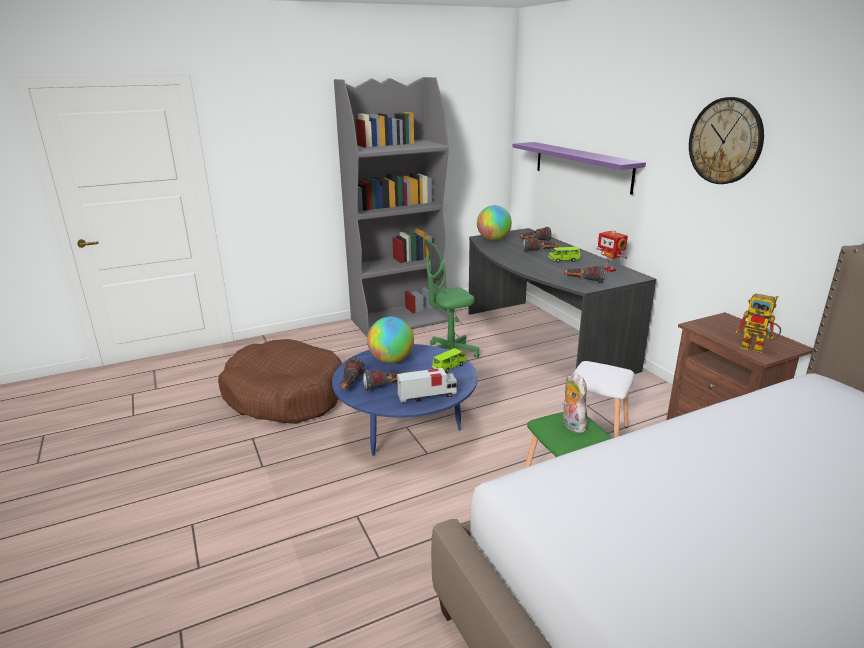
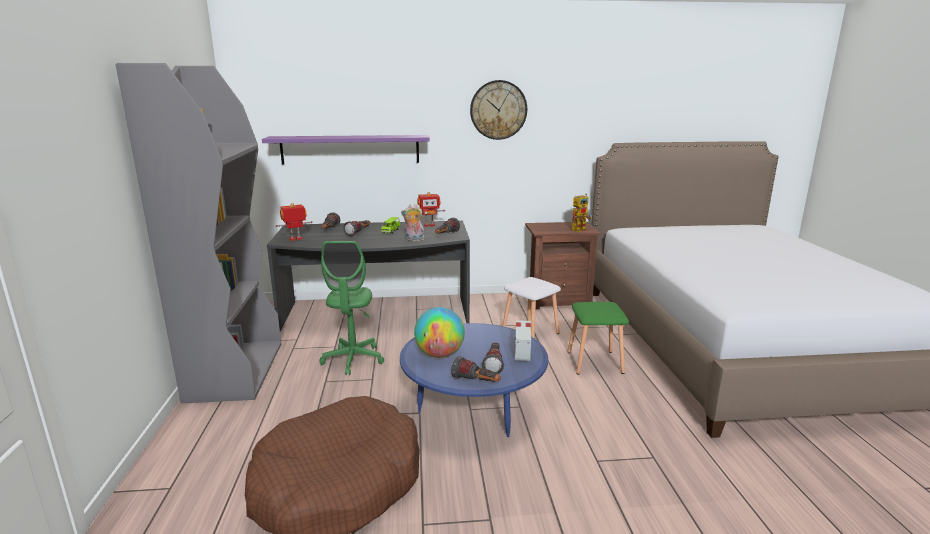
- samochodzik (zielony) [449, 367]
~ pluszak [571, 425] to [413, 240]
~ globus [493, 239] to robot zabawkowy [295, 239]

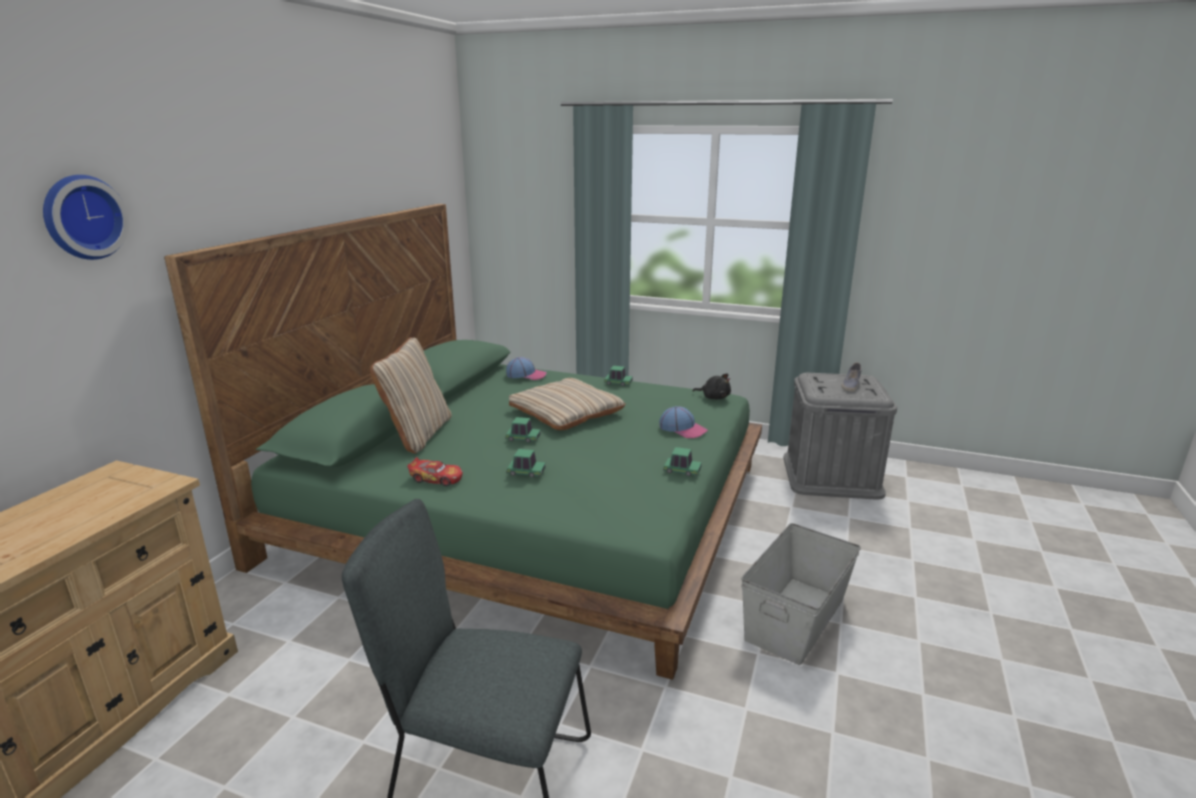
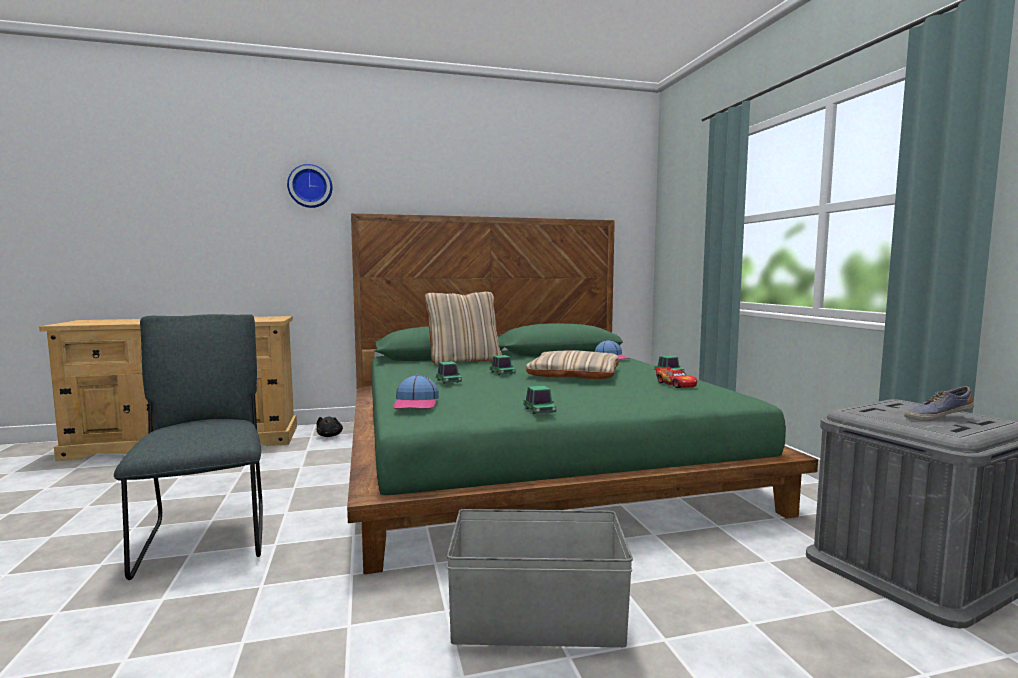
~ samochodzik [436, 478] to [676, 384]
~ czapka z daszkiem [683, 429] to [416, 403]
~ pluszak (czarny) [714, 397] to [330, 436]

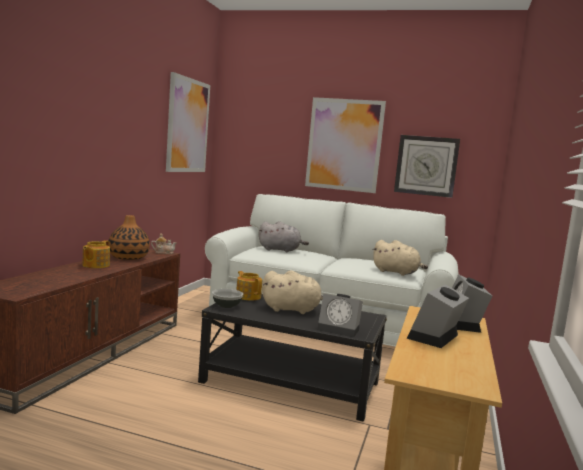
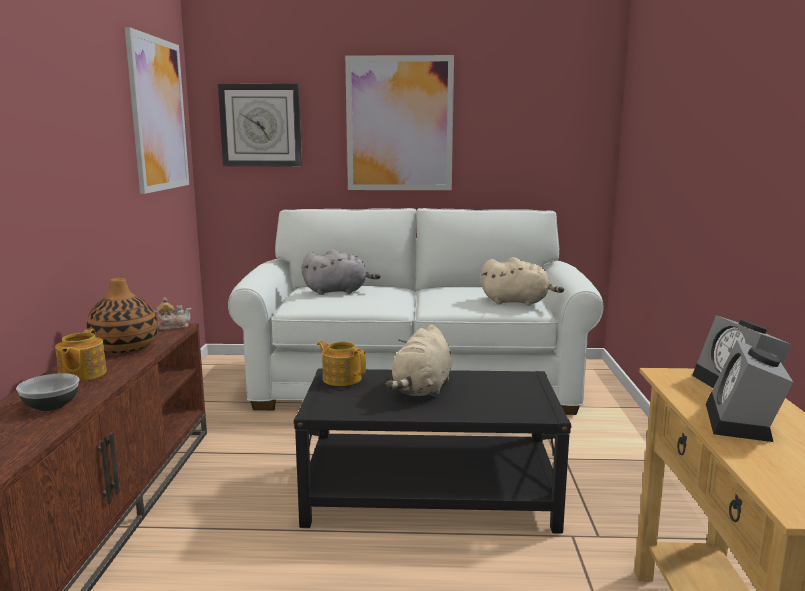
- budzik [340, 329]
~ miska [226, 305] to [51, 405]
~ zegar ścienny [426, 166] to [261, 125]
~ pluszak (beżowy) [293, 310] = [422, 389] 120 degrees clockwise

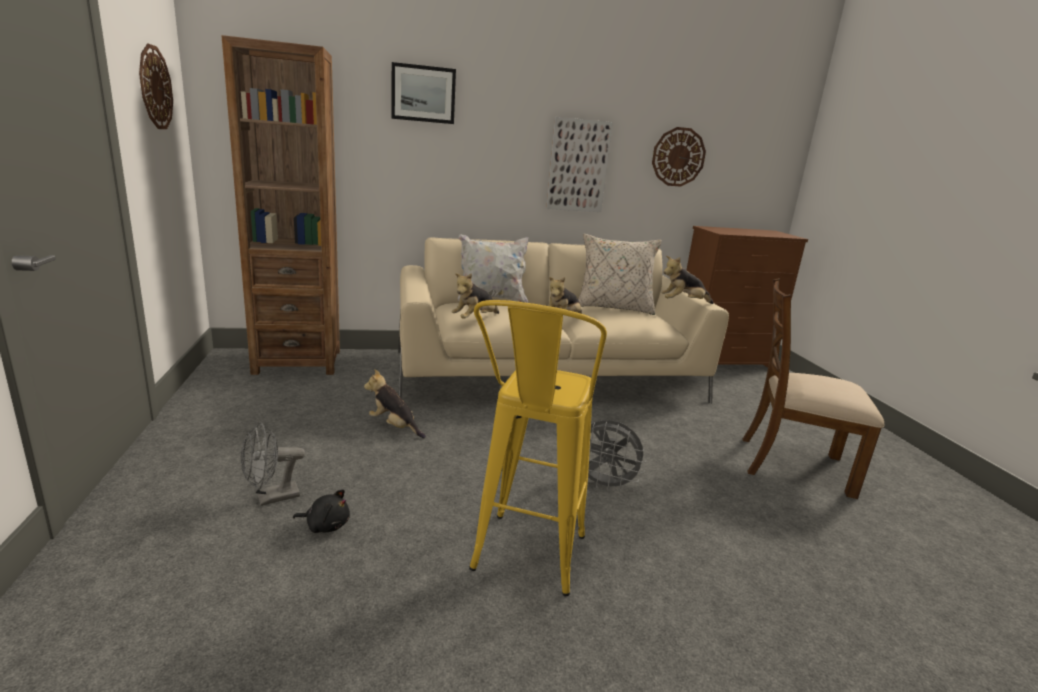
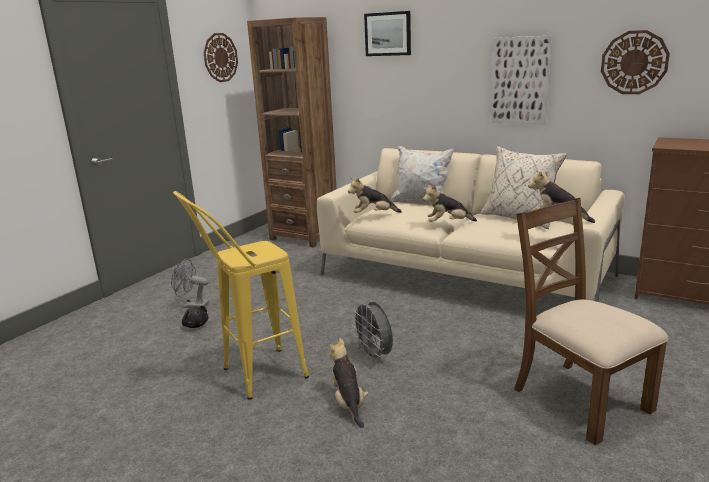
~ pluszak [394, 426] to [348, 403]

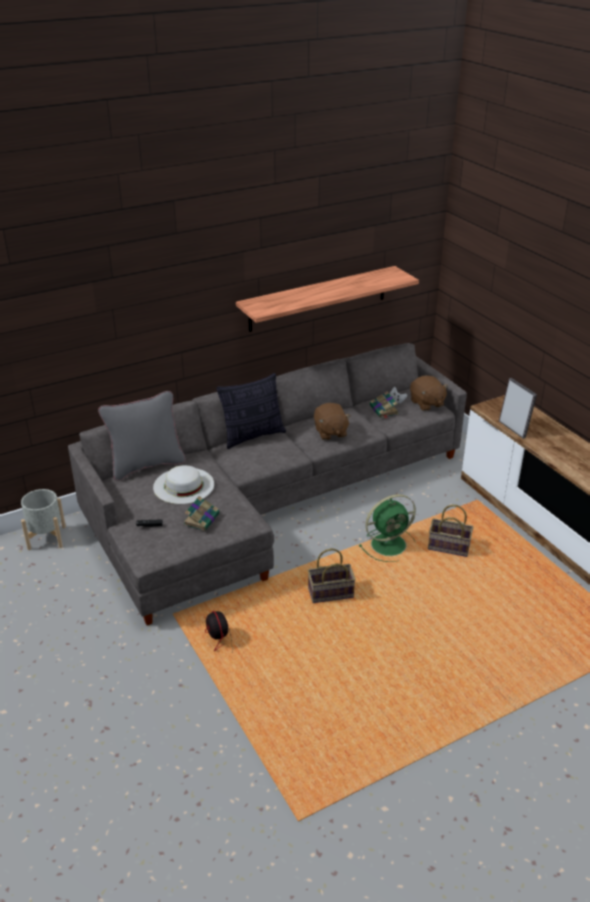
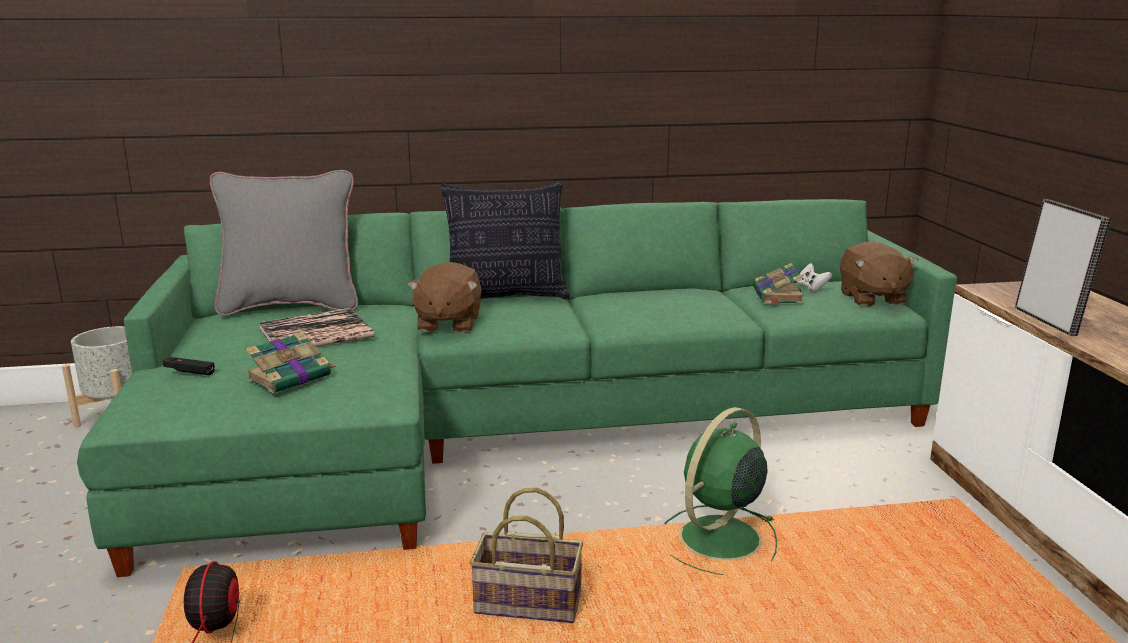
- półka [318, 298]
- koszyk [447, 547]
~ pluszak (brązowy) [330, 432] to [448, 324]
~ kapelusz (biały) [183, 485] to książka [316, 333]
~ kanapa (szary) [264, 500] to kanapa (zielony) [514, 429]
~ wentylator (zielony) [390, 544] = [718, 540] 135 degrees clockwise

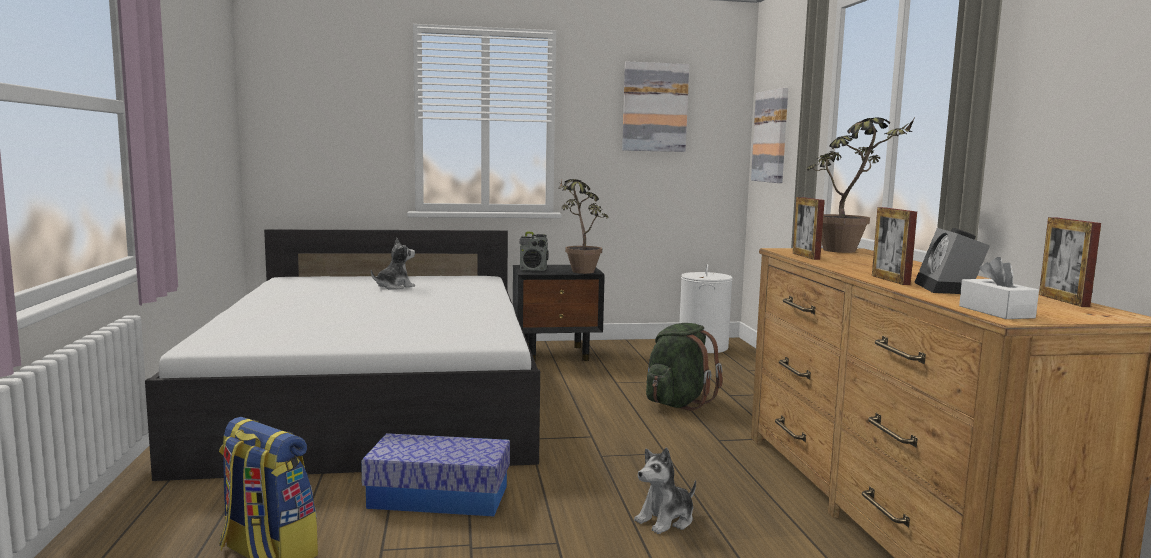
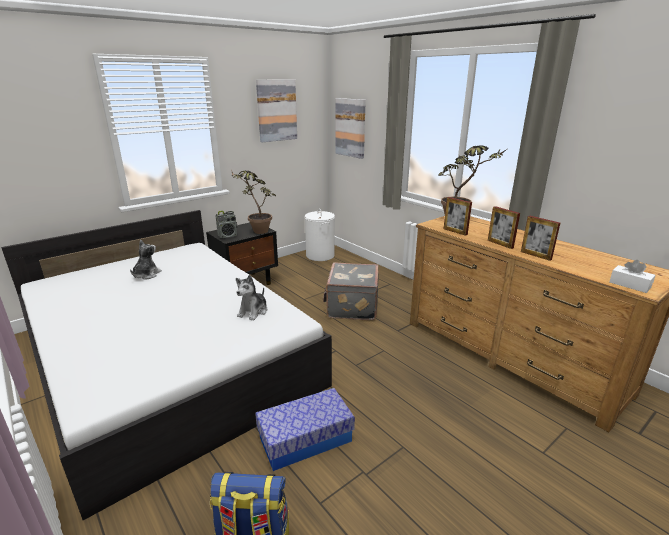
- budzik [949, 289]
~ pluszak [666, 520] to [253, 311]
~ ramka na zdjęcie [1063, 300] to [500, 244]
~ plecak (zielony) [678, 403] to walizka (szary) [351, 307]

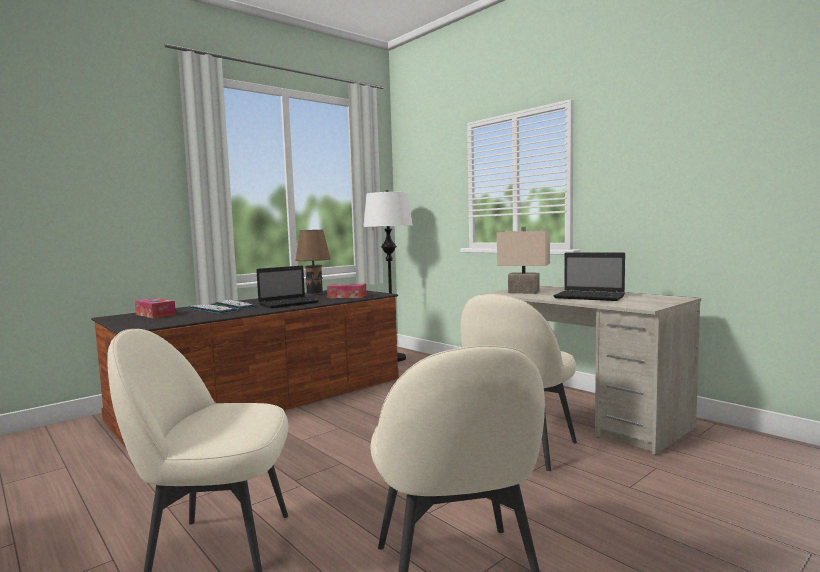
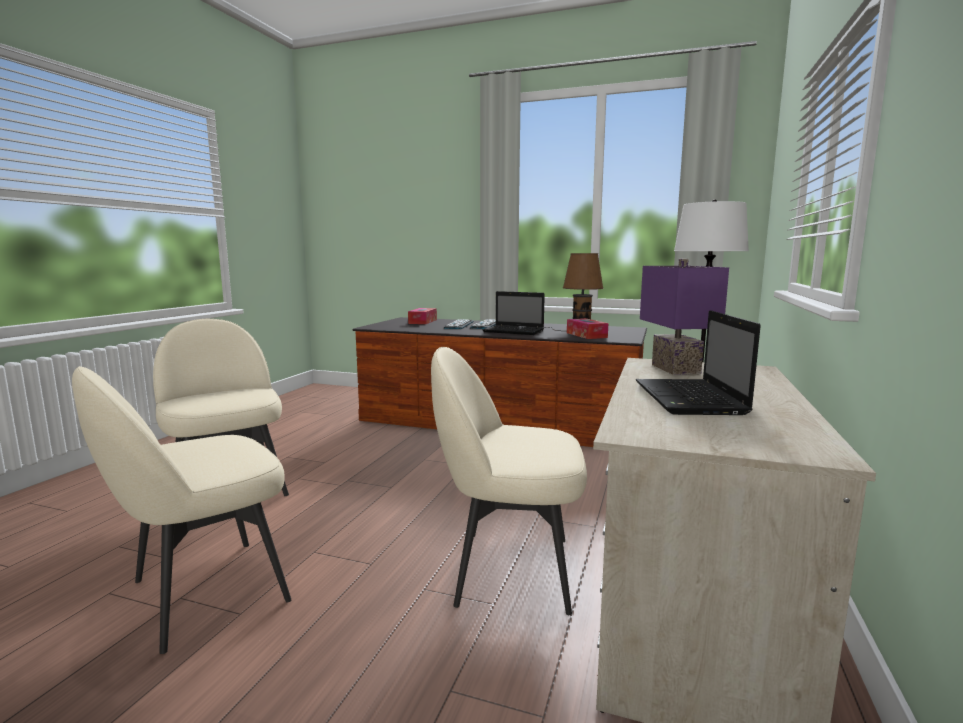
~ lampa stołowa (beżowy) [523, 292] to lampa stołowa (fioletowy) [672, 369]

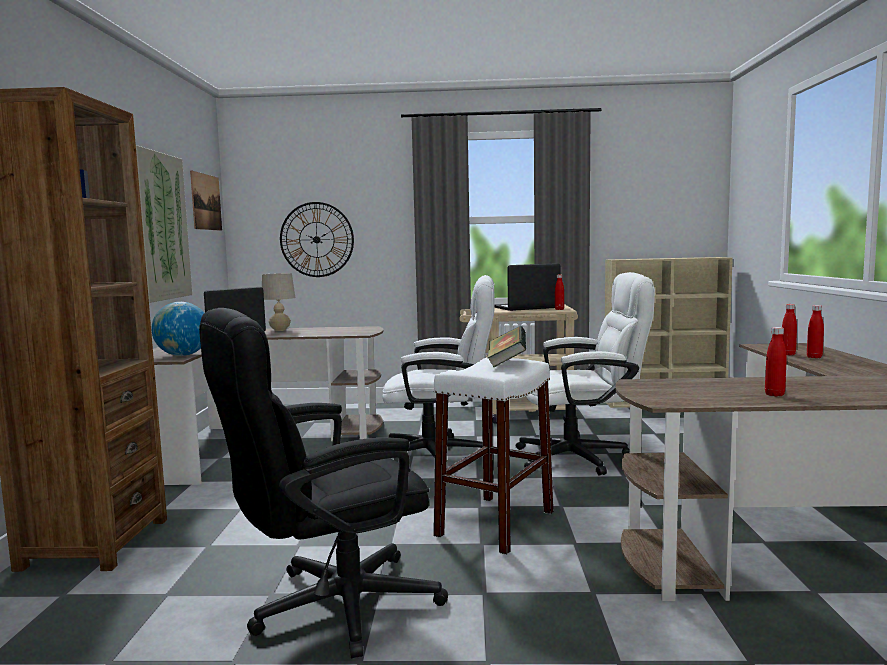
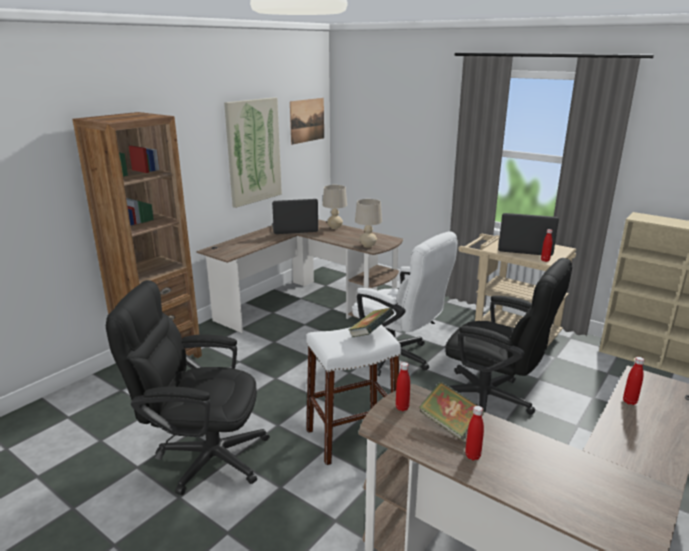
- globus [183, 355]
- zegar ścienny [316, 239]
+ lampa stołowa (beżowy) [368, 245]
+ książka [449, 424]
~ butelka (czerwony) [814, 357] to [402, 407]
~ krzesło biurowe (biały) [583, 457] to krzesło biurowe (czarny) [493, 401]

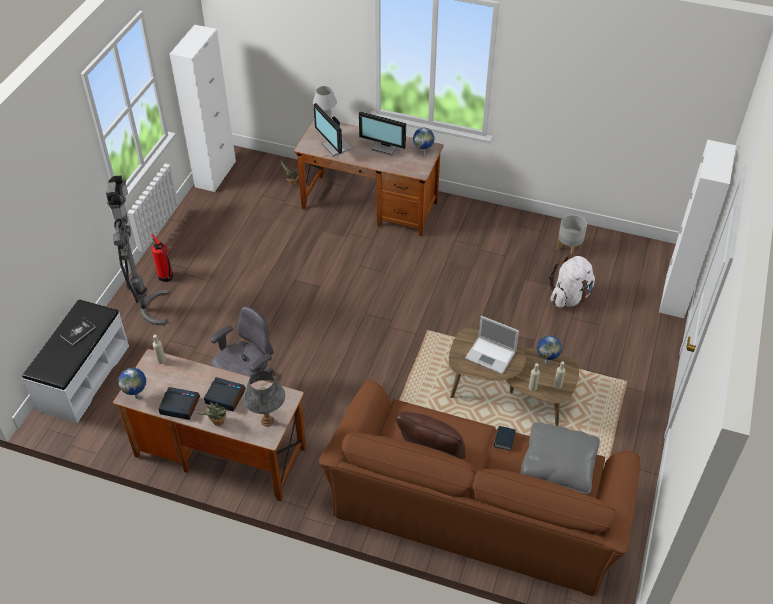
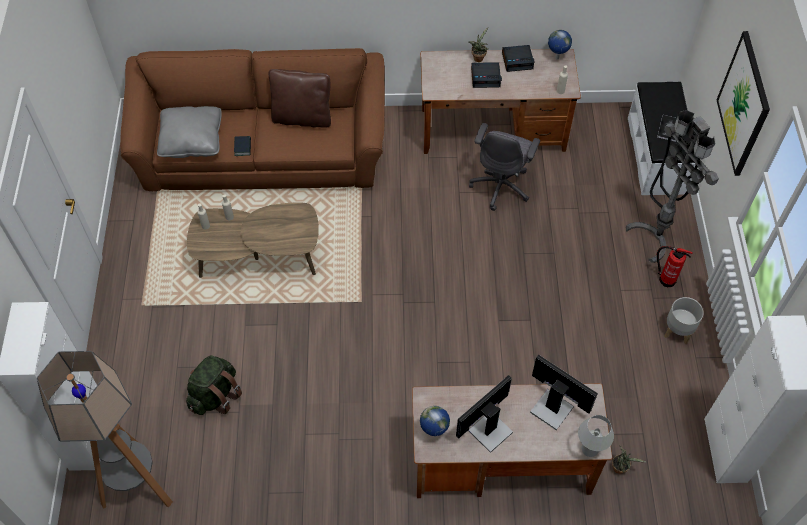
- lampa stołowa (szary) [267, 420]
- laptop [491, 355]
- globus [546, 362]
+ lampa stojąca [138, 486]
+ obraz [743, 104]
~ donica (szary) [569, 249] to [677, 331]
~ plecak (biały) [570, 297] to plecak (zielony) [215, 395]
~ monitor [386, 147] = [488, 430] 45 degrees counterclockwise

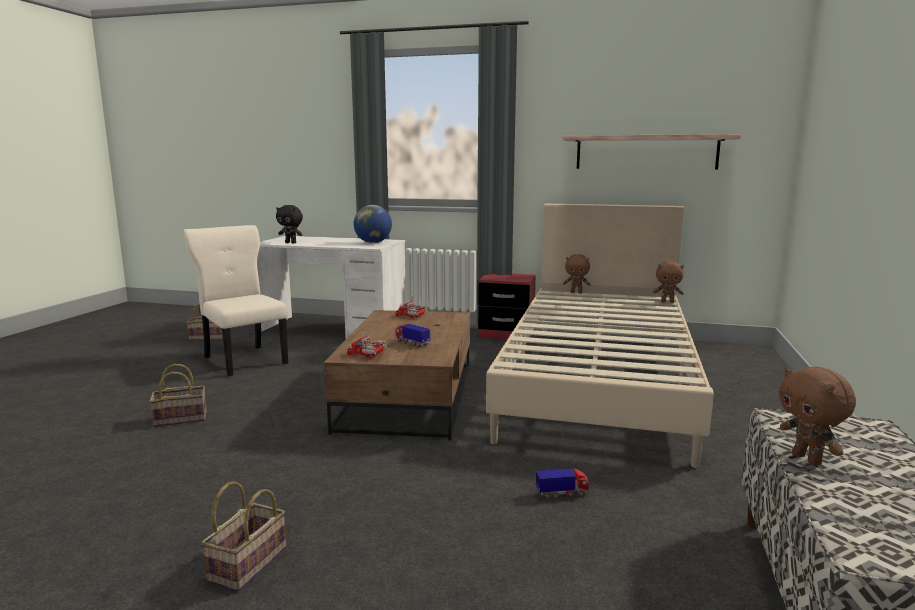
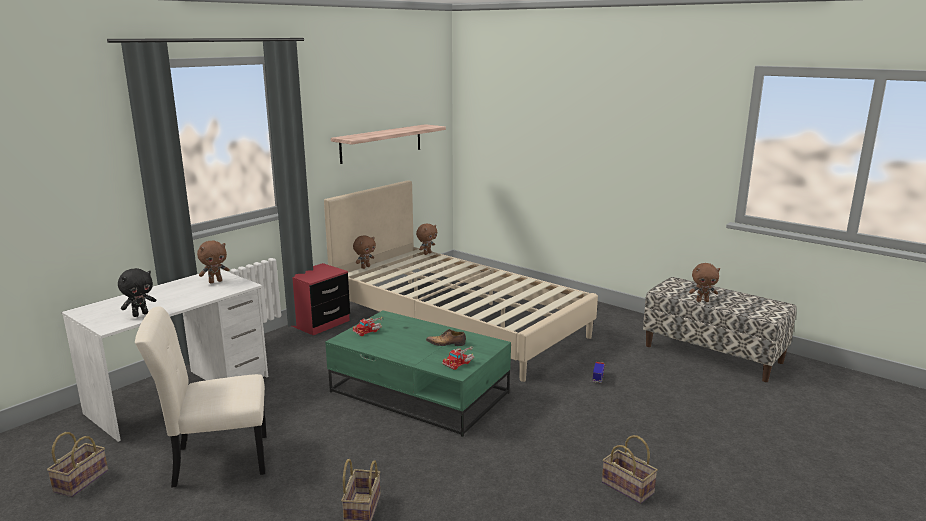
~ globus [373, 242] to pluszak (brązowy) [215, 281]
~ ciężarówka zabawkowa [412, 343] to but [446, 344]
~ ława (brązowy) [408, 397] to ława (zielony) [420, 392]

